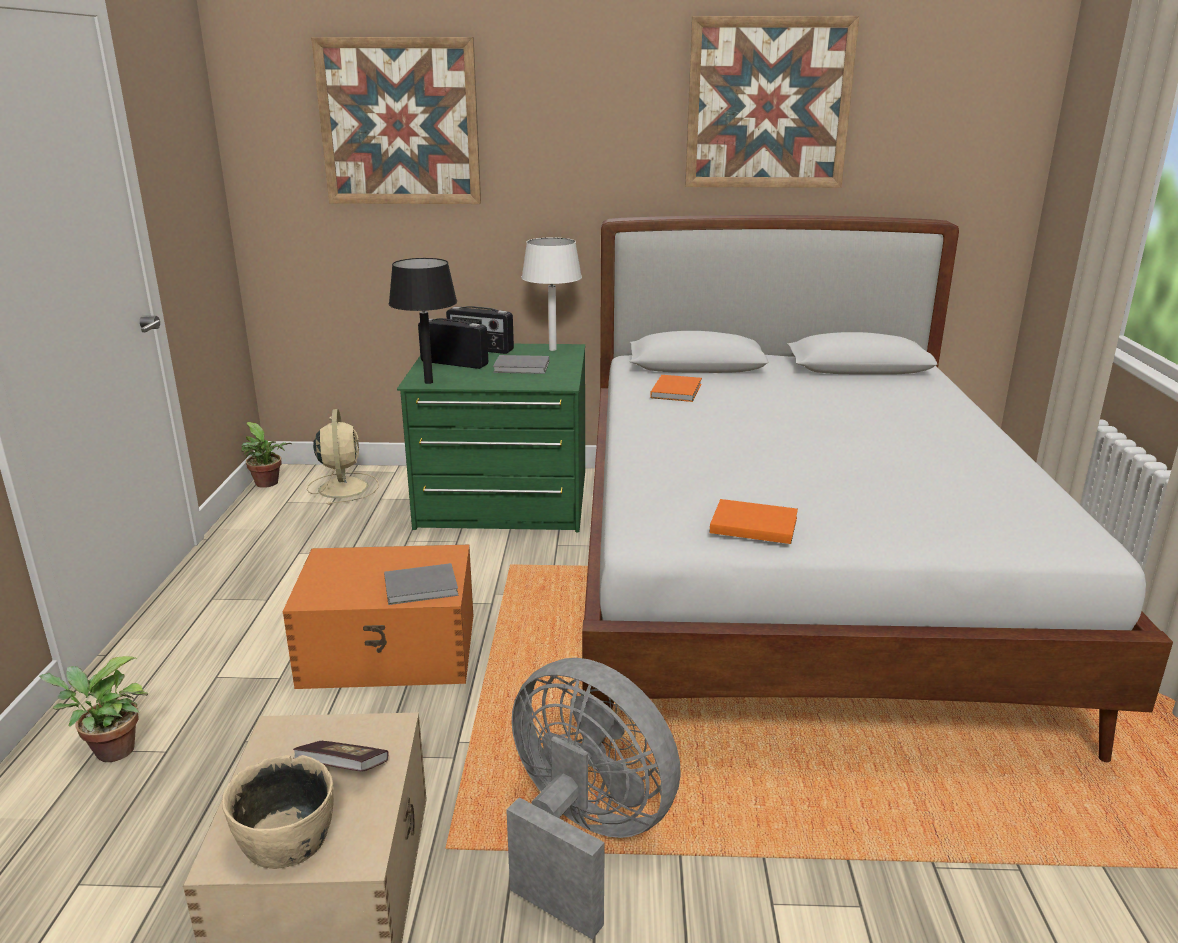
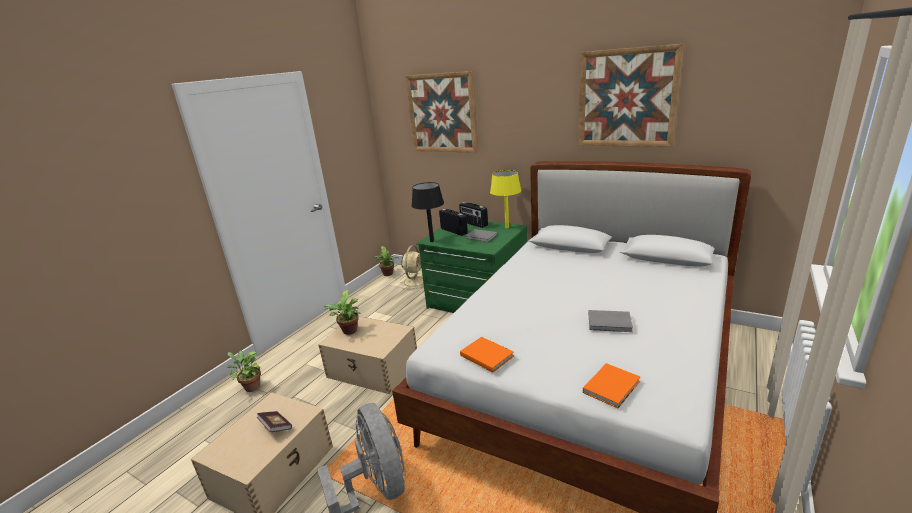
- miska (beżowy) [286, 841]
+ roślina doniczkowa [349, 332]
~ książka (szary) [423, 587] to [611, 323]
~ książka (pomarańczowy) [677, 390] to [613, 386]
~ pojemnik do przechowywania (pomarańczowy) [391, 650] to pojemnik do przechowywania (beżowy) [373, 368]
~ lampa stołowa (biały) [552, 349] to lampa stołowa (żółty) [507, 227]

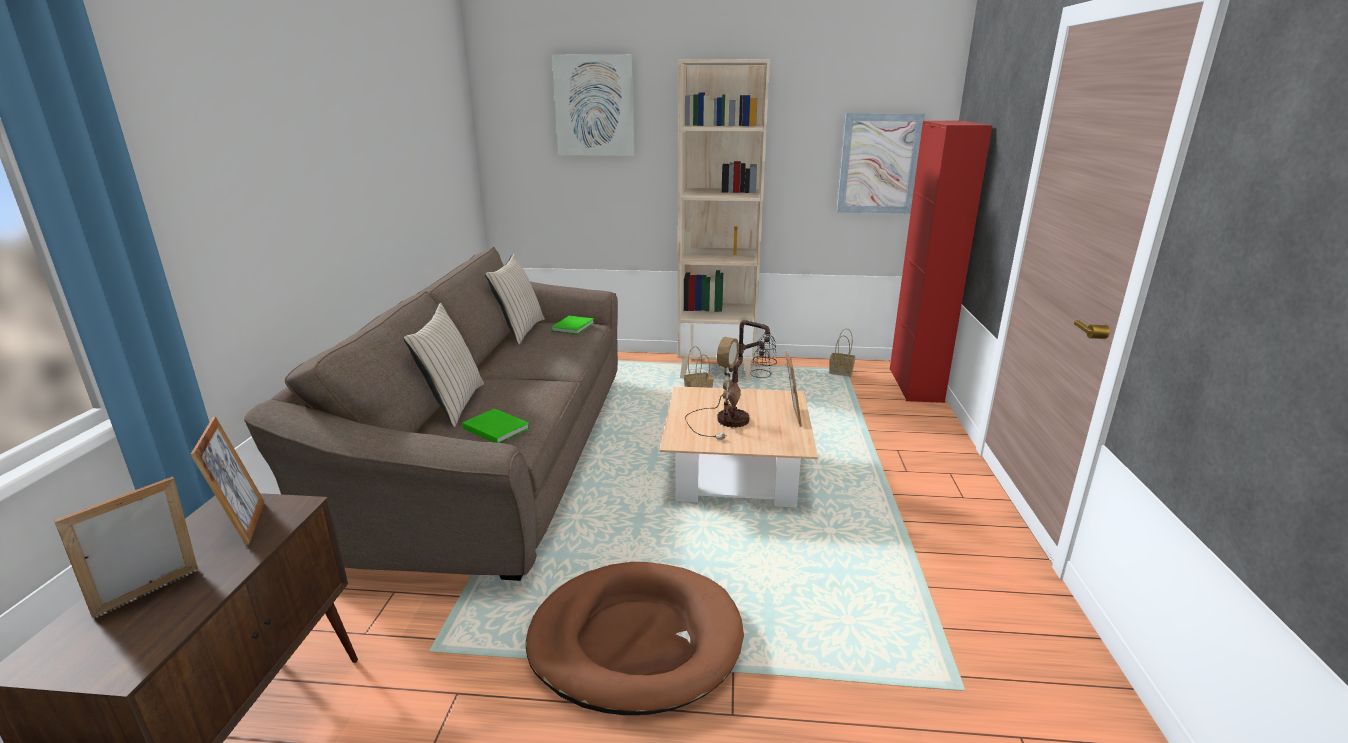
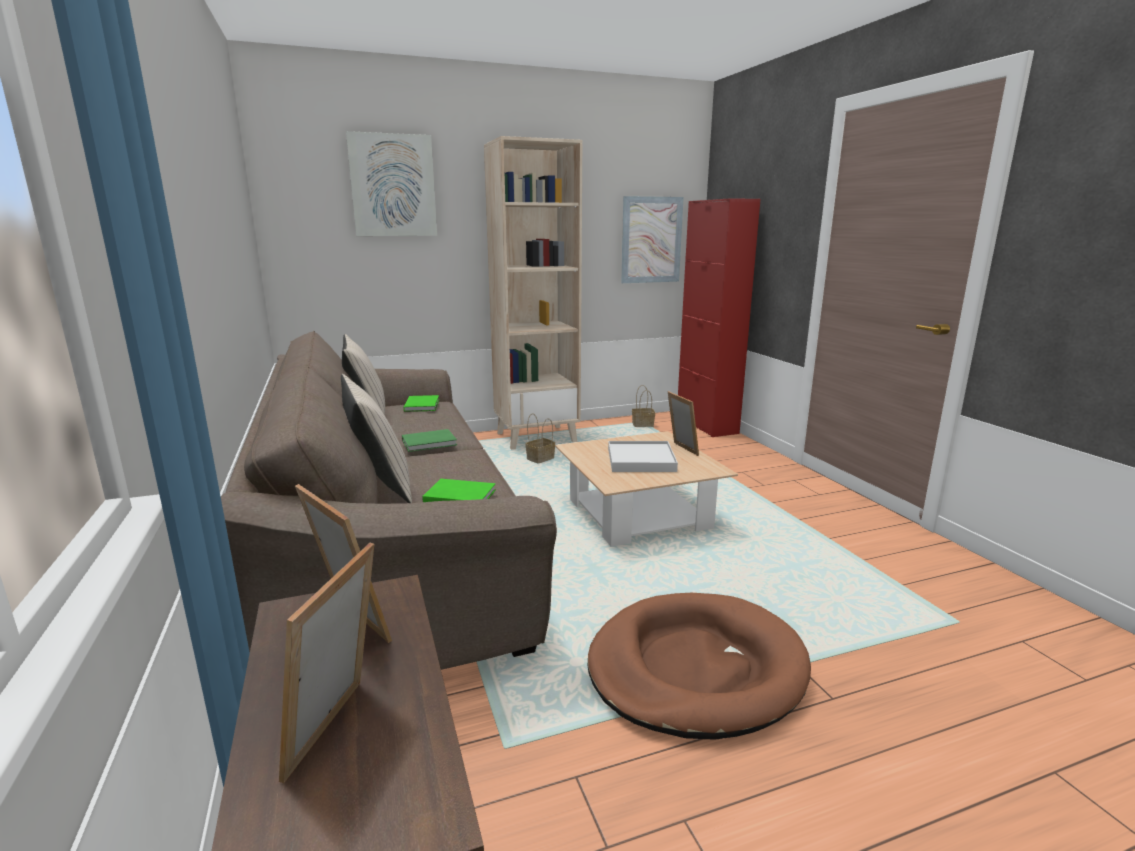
+ książka (zielony) [431, 443]
~ lampa stołowa [735, 420] to taca (biały) [640, 460]

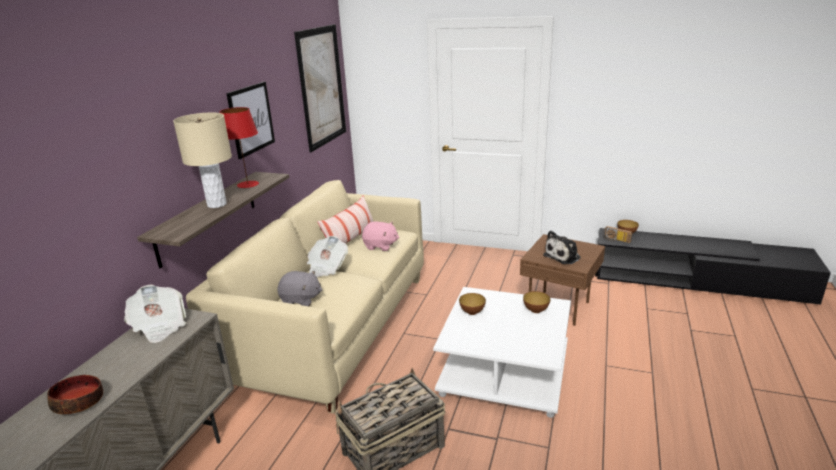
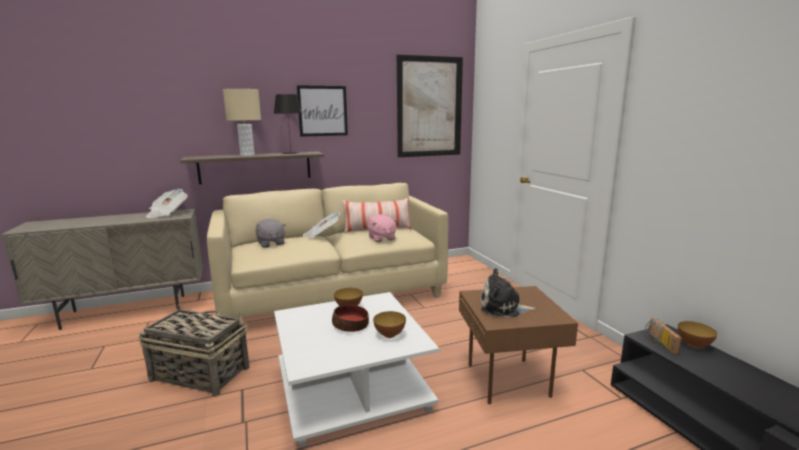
~ miska [79, 402] to [351, 326]
~ lampa stołowa (czerwony) [248, 184] to lampa stołowa (czarny) [290, 153]

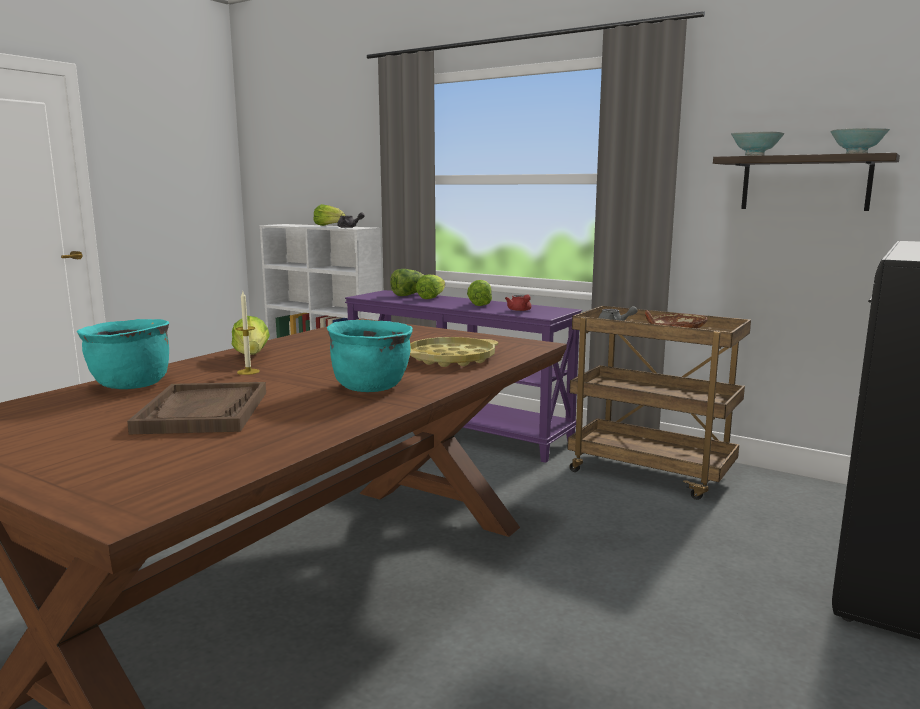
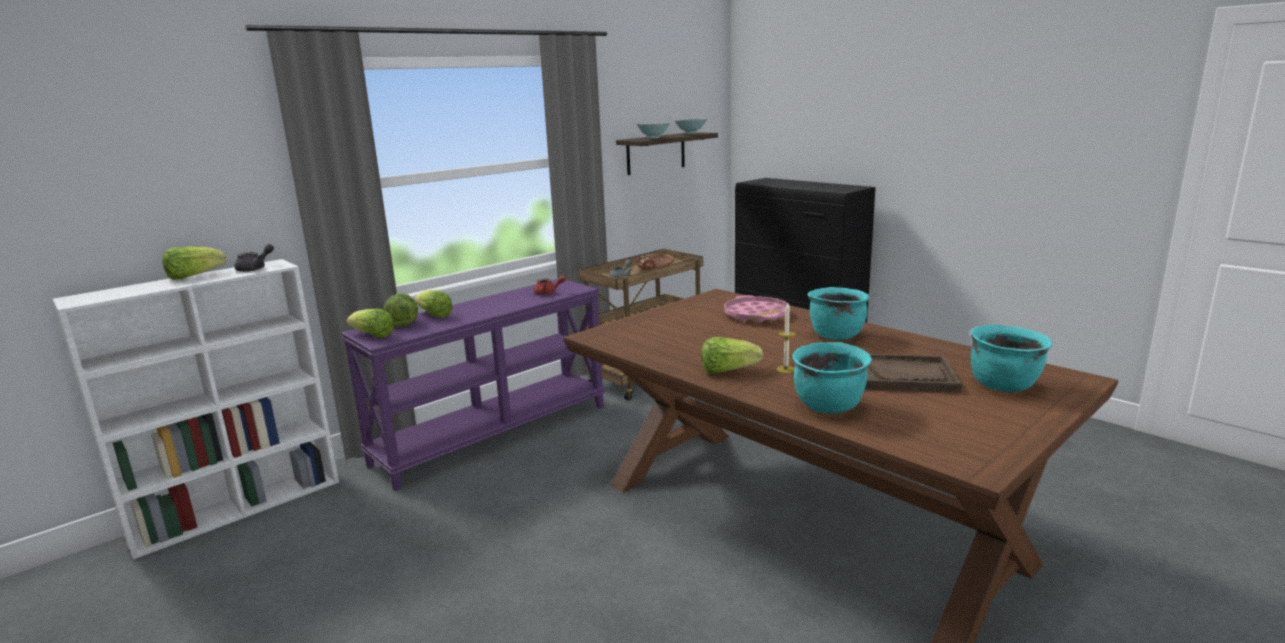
+ garnek (turkusowy) [1004, 385]
~ sałata [480, 304] to [373, 336]
~ taca (żółty) [451, 359] to taca (różowy) [756, 315]

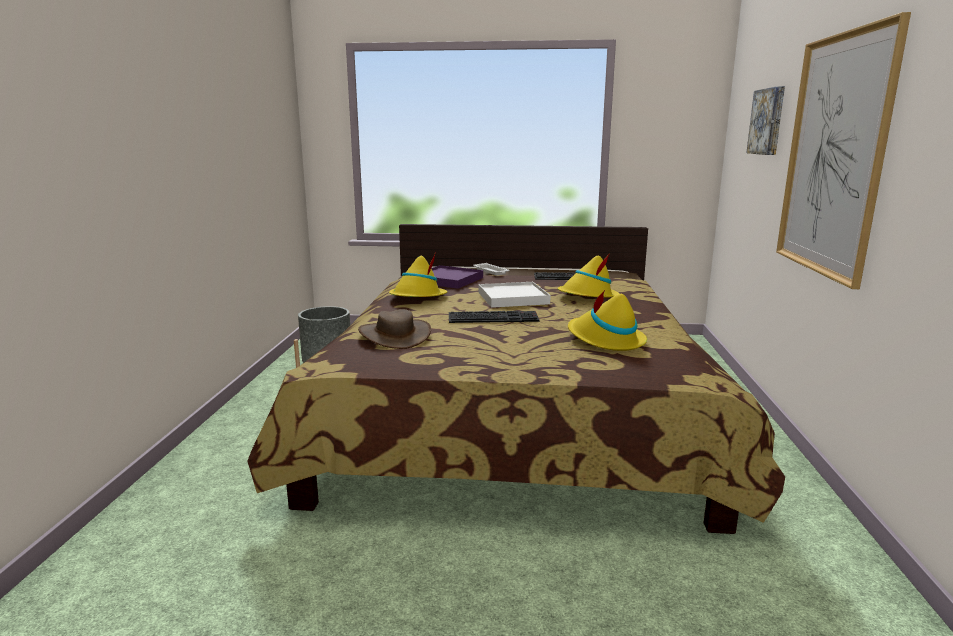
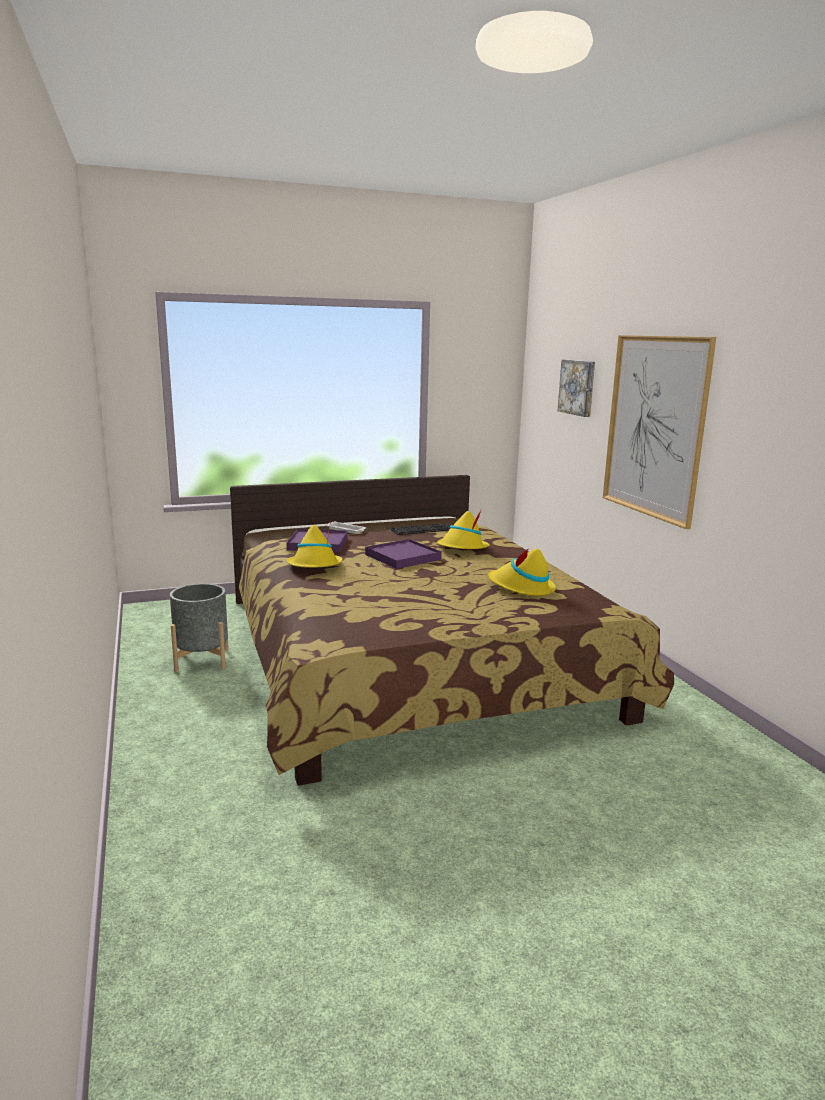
- kapelusz (brązowy) [395, 335]
- klawiatura [494, 317]
~ taca (biały) [513, 298] to taca (fioletowy) [403, 557]

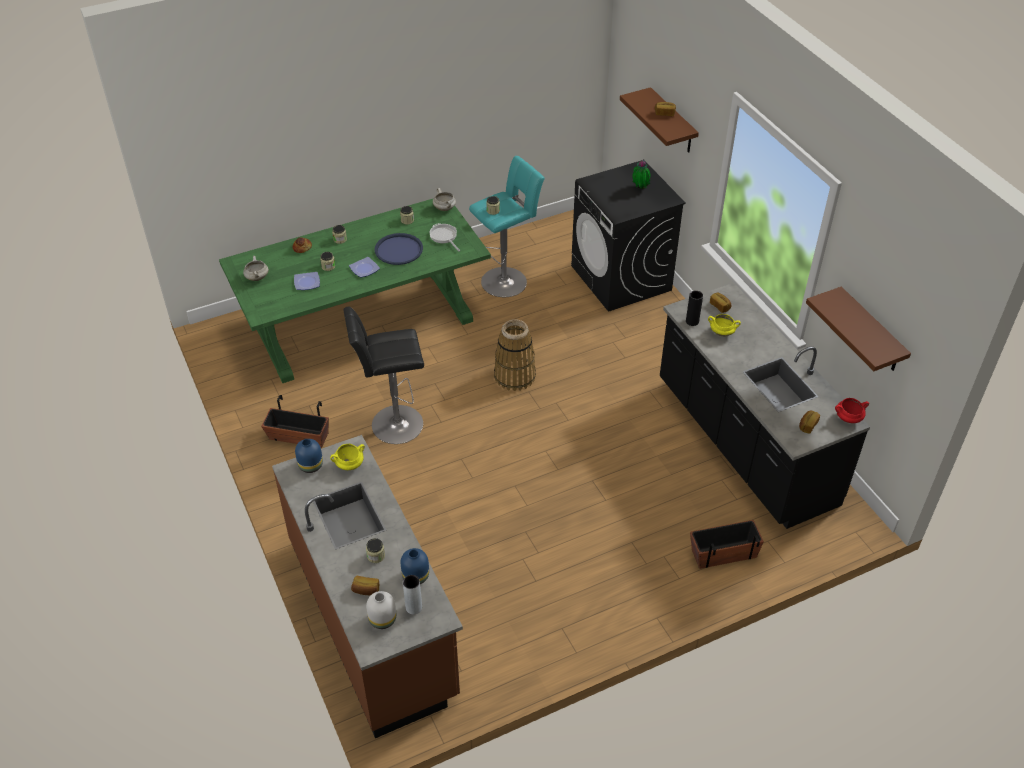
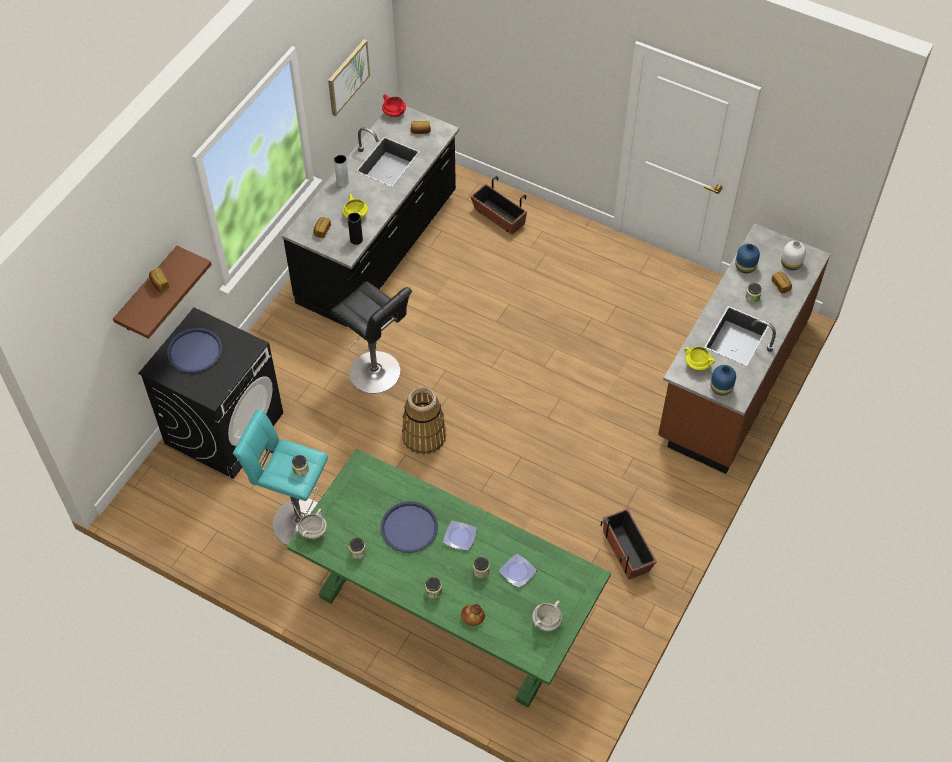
- patelnia [444, 236]
~ stołek (czarny) [393, 425] to [378, 374]
~ wazon (szary) [414, 607] to [342, 182]
~ roślina doniczkowa [640, 189] to taca (niebieski) [195, 351]
~ półka (brązowy) [871, 331] to obraz [348, 77]

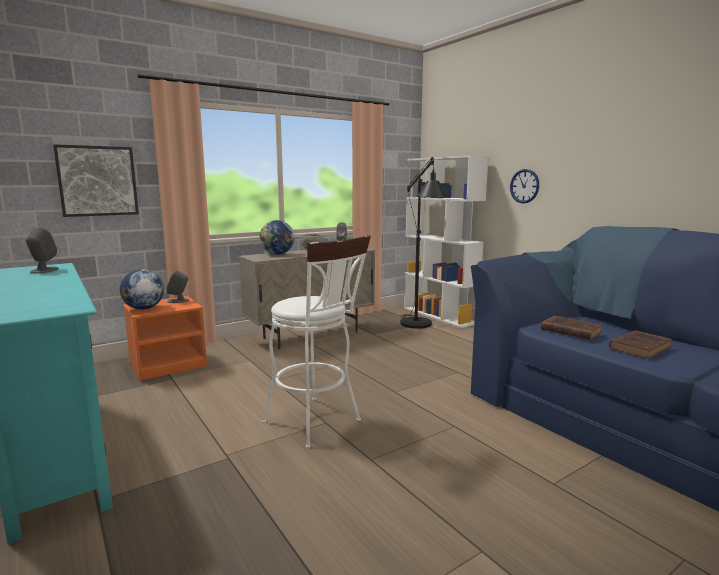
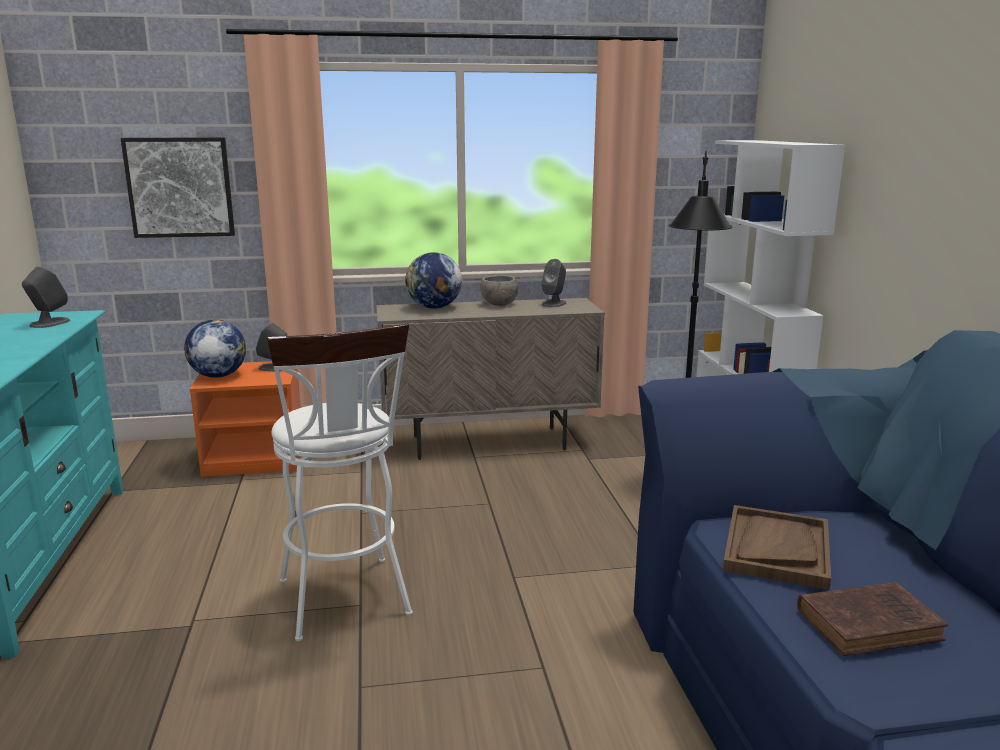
- zegar ścienny [524, 186]
~ książka (brązowy) [569, 330] to taca (brązowy) [776, 549]

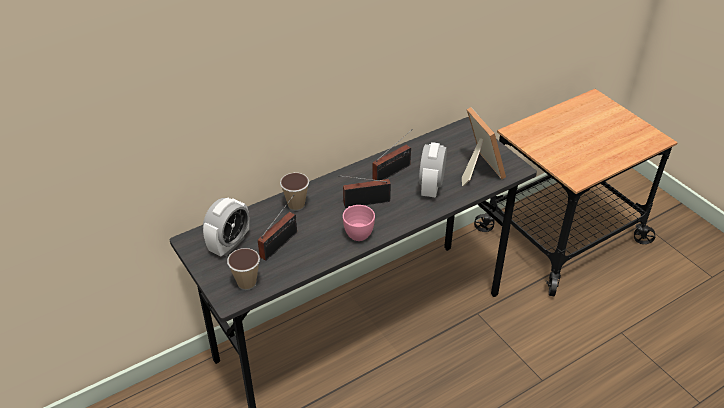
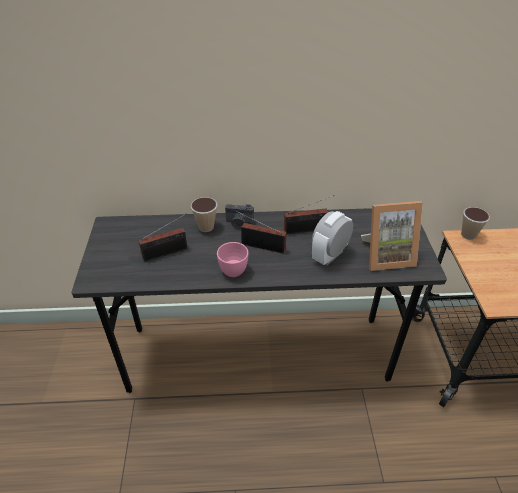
- budzik [229, 244]
+ aparat fotograficzny [239, 223]
~ filiżanka [246, 283] to [468, 235]
~ ramka na zdjęcie [477, 169] = [386, 256] 75 degrees clockwise

